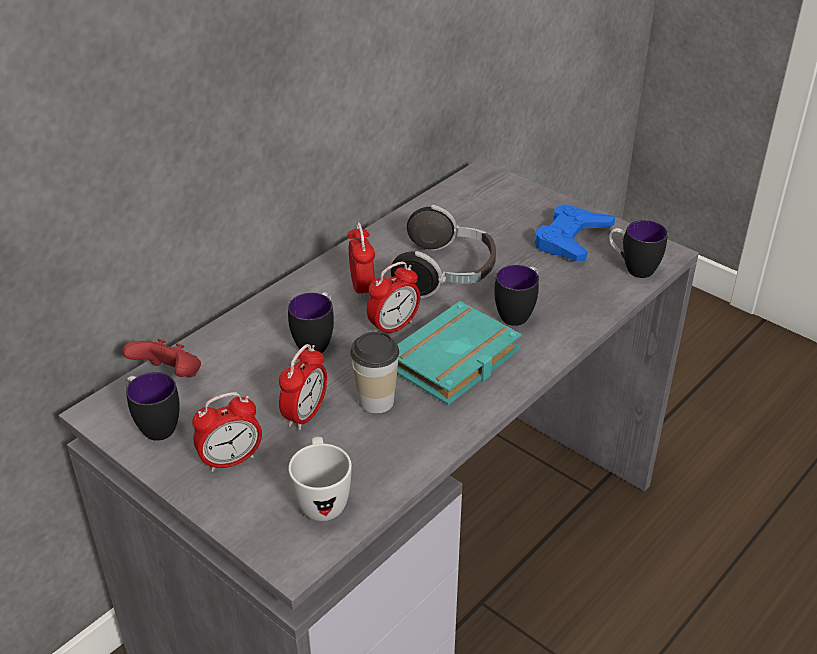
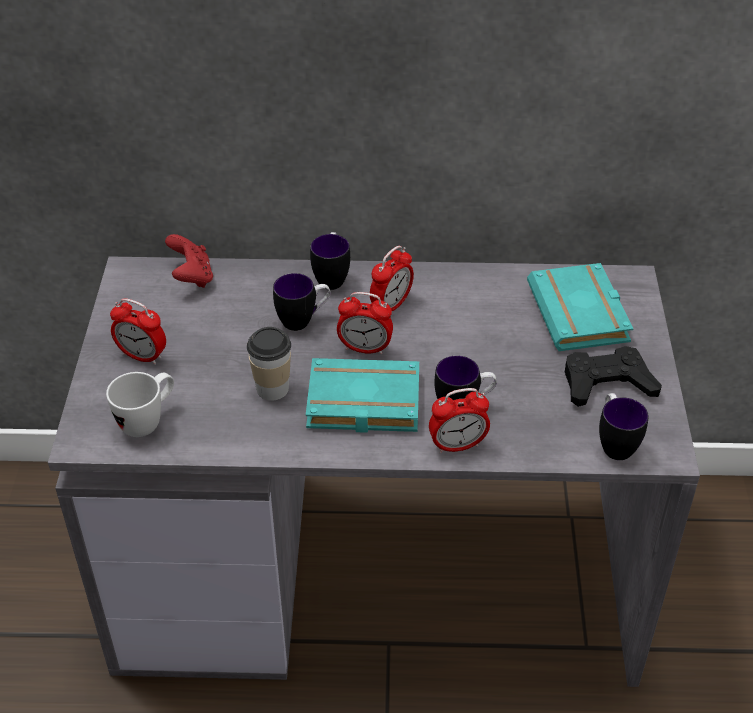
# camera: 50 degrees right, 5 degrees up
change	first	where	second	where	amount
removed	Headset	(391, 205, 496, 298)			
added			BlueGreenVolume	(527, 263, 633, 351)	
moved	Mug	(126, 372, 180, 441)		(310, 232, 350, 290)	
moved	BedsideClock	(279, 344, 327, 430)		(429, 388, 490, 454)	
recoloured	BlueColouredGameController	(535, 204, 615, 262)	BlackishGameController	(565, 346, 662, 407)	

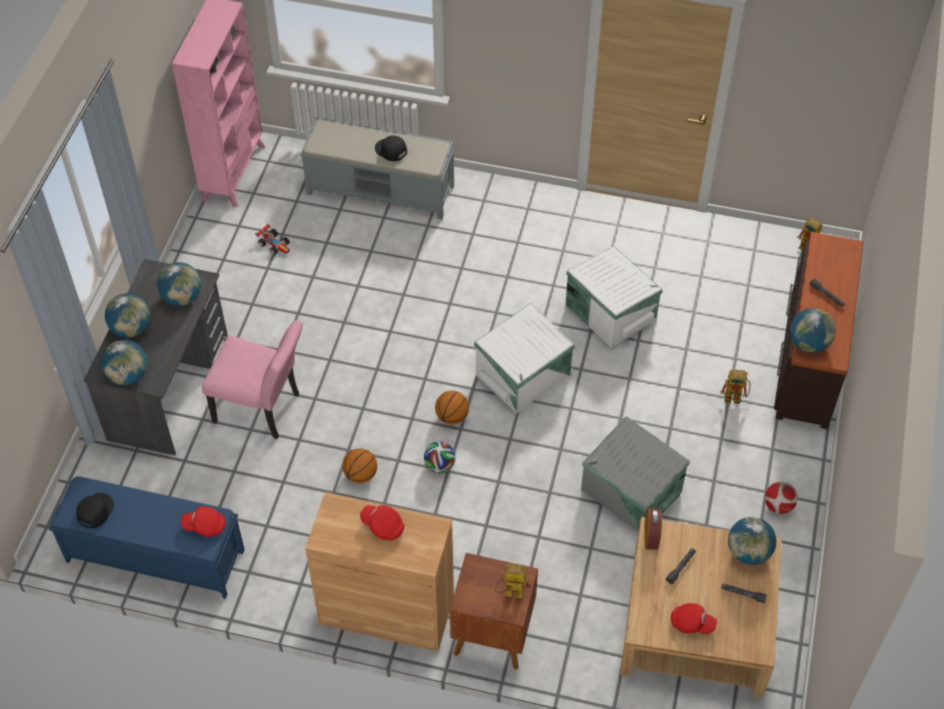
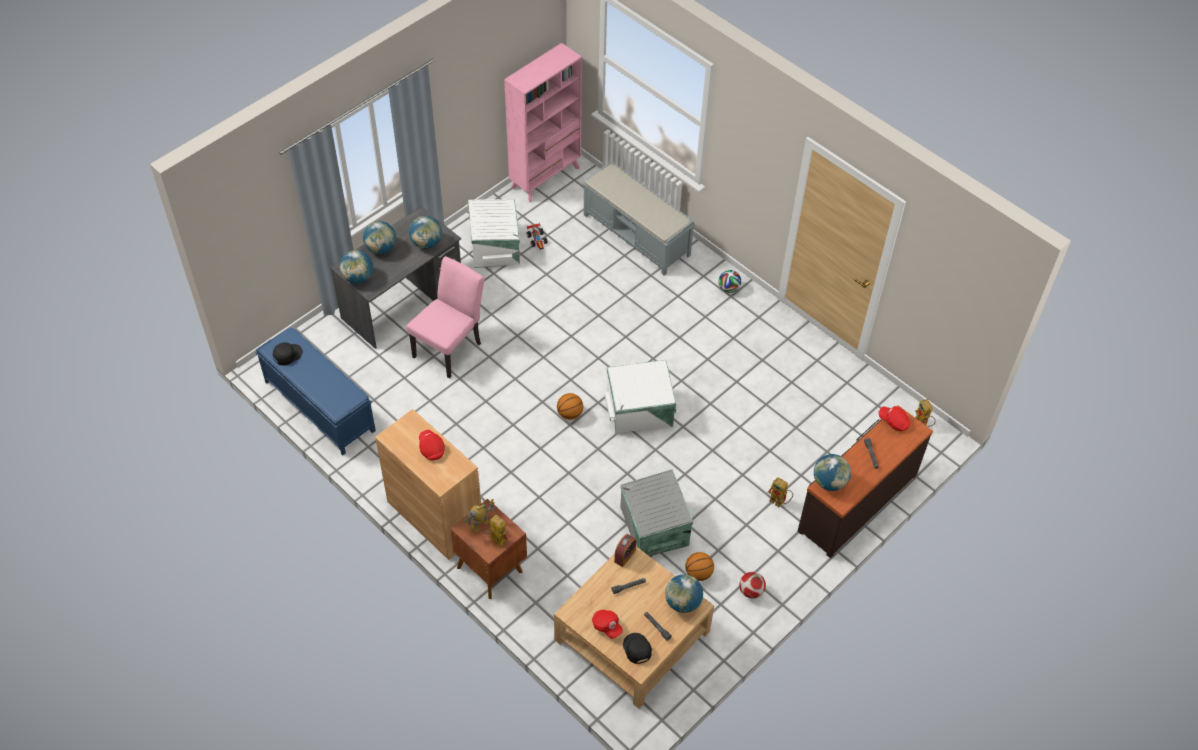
# camera: 30 degrees right, 0 degrees up
change	first	where	second	where	amount
added			ToyRobot	(464, 499, 495, 533)	
moved	RedPeakedCap	(181, 506, 226, 537)		(878, 406, 910, 431)	
moved	Basketball	(342, 448, 377, 483)		(685, 552, 714, 581)	
moved	BlackishPeakedCap	(375, 135, 407, 161)		(623, 633, 652, 664)	
moved	BallForFootball	(424, 442, 456, 473)		(718, 270, 741, 293)	
moved	WhitishStorageBin	(565, 245, 663, 349)		(468, 199, 520, 268)	
turned	PinkColouredUprightChair	(202, 320, 303, 439)		(407, 256, 484, 379)	105 degrees counterclockwise

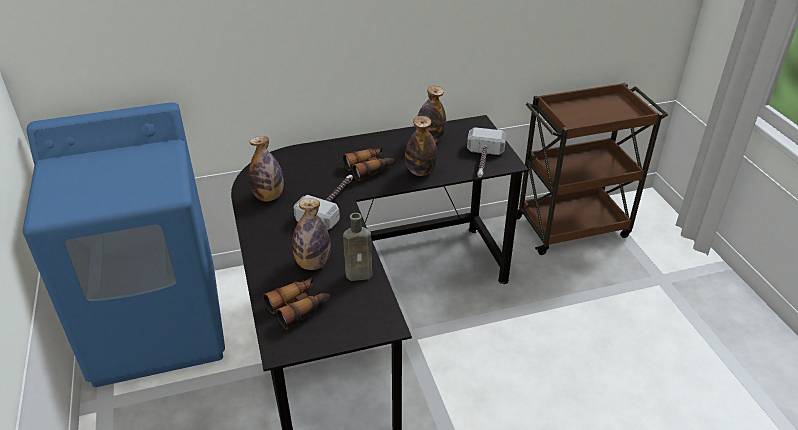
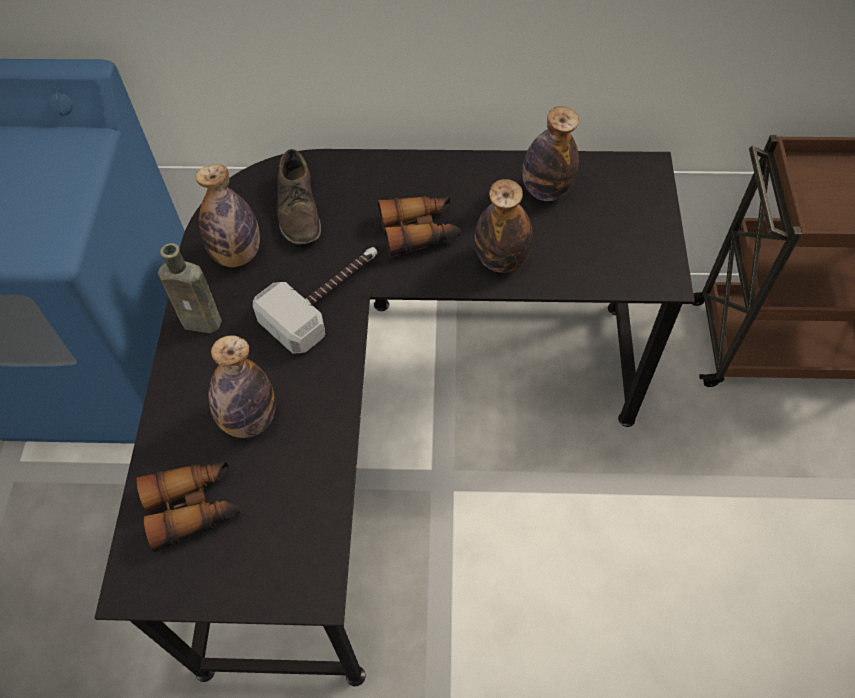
# camera: 20 degrees right, 20 degrees up
change	first	where	second	where	amount
removed	Hammer	(467, 127, 506, 177)			
added			BrownLowShoe	(277, 149, 321, 245)	
moved	BrownBeverageBottle	(343, 213, 373, 281)		(158, 243, 222, 333)	

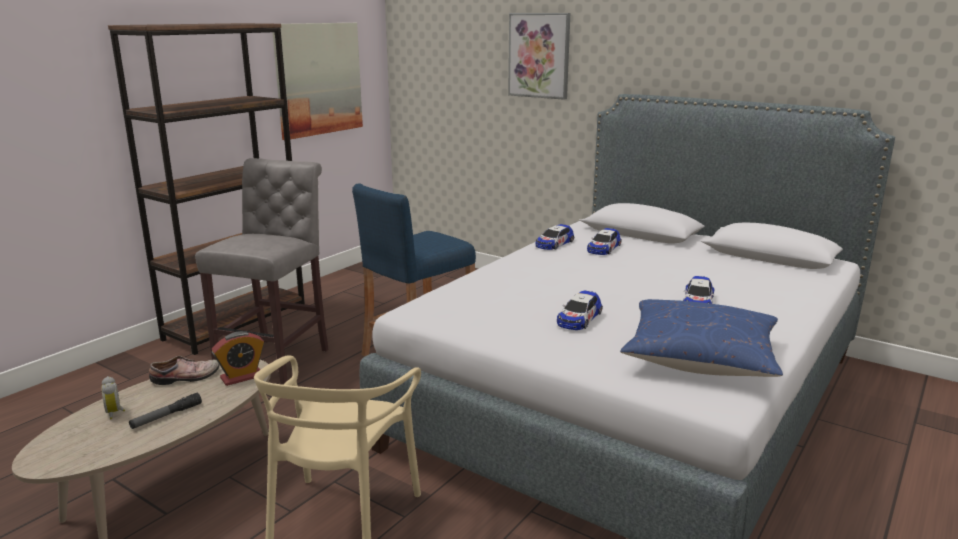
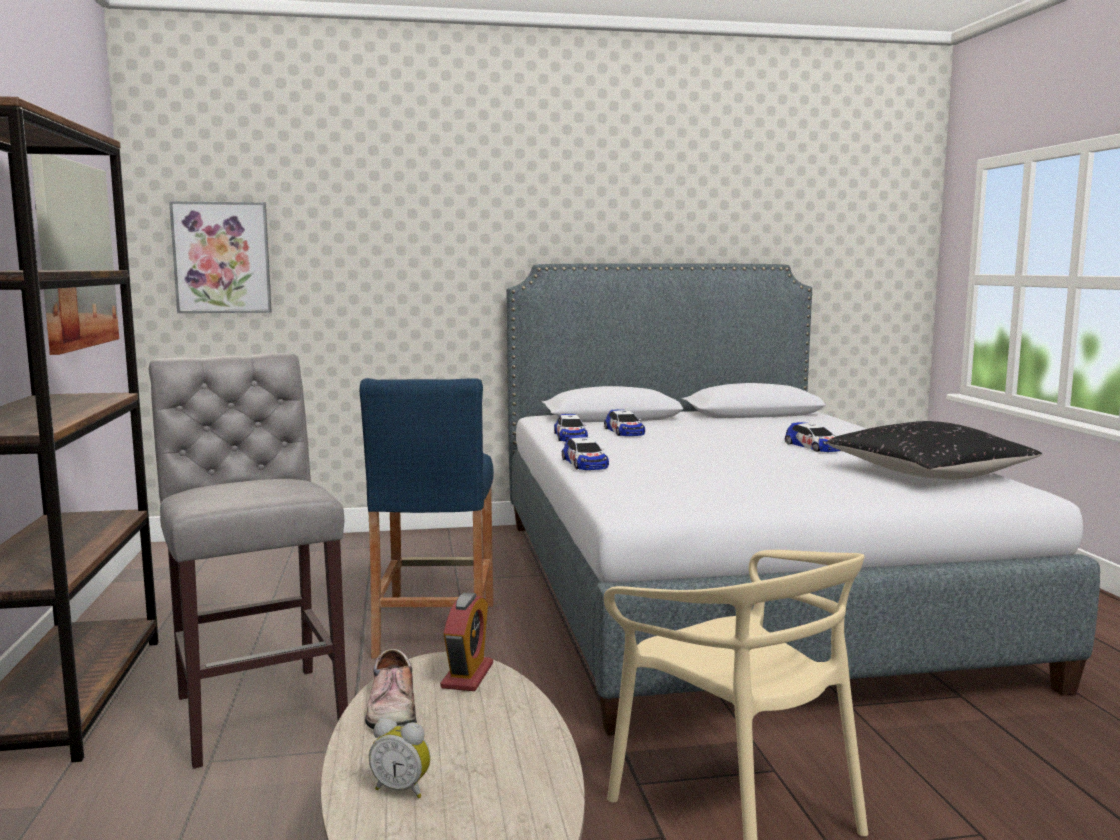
# camera: 45 degrees left, 10 degrees down
change	first	where	second	where	amount
removed	Flashlight	(129, 393, 202, 429)			
moved	WallPicture	(508, 13, 570, 100)		(169, 201, 272, 313)	
moved	MiniatureCar	(557, 291, 603, 330)		(562, 436, 609, 470)	
recoloured	BlueColouredCushion	(620, 299, 783, 377)	BlackishCushion	(826, 421, 1042, 480)	
turned	LowShoe	(149, 356, 219, 385)		(365, 649, 417, 729)	150 degrees clockwise

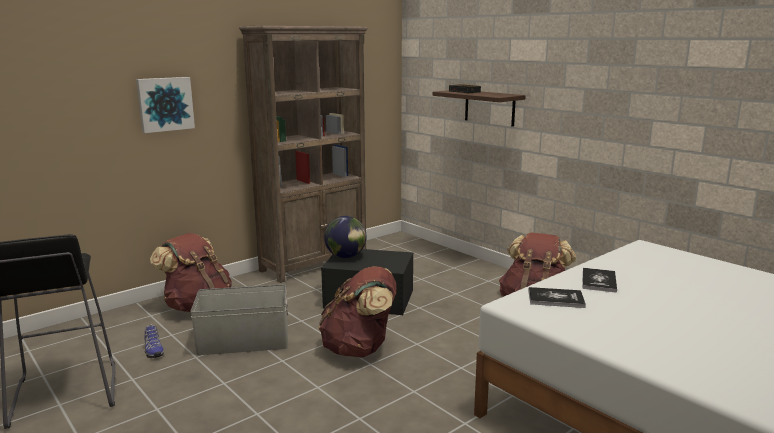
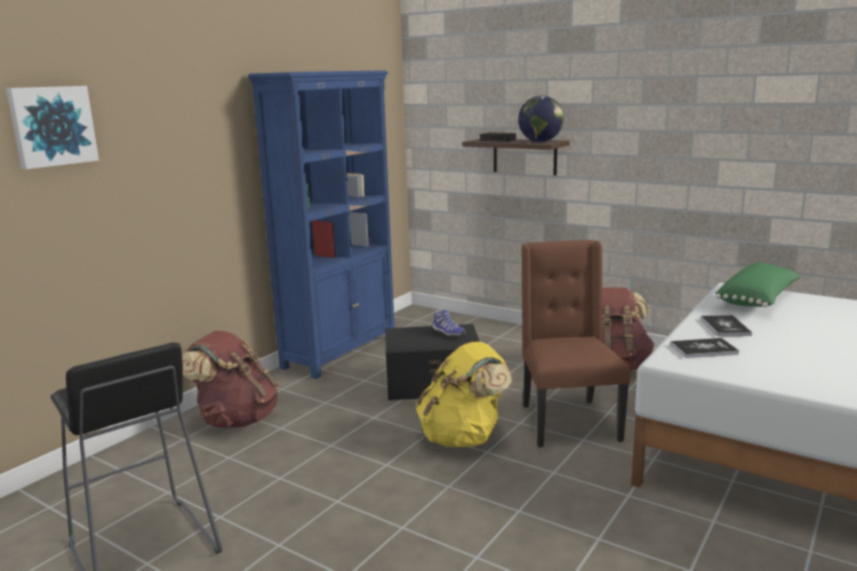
# camera: 15 degrees left, 0 degrees up
change	first	where	second	where	amount
removed	GreyishStorageBin	(190, 284, 288, 355)			
added			BrownUprightChair	(521, 240, 630, 448)	
added			GreenColouredCushion	(715, 262, 801, 308)	
moved	WallPicture	(136, 77, 195, 133)		(6, 86, 99, 169)	
moved	LowShoe	(144, 324, 164, 358)		(432, 309, 466, 338)	
moved	WorldGlobe	(324, 216, 367, 258)		(518, 96, 564, 142)	
recoloured	BrownBookshelf	(239, 26, 368, 283)	BlueColouredBookshelf	(248, 70, 395, 379)	
recoloured	BrownKnapsack	(318, 266, 396, 358)	YellowishKnapsack	(416, 342, 512, 447)	

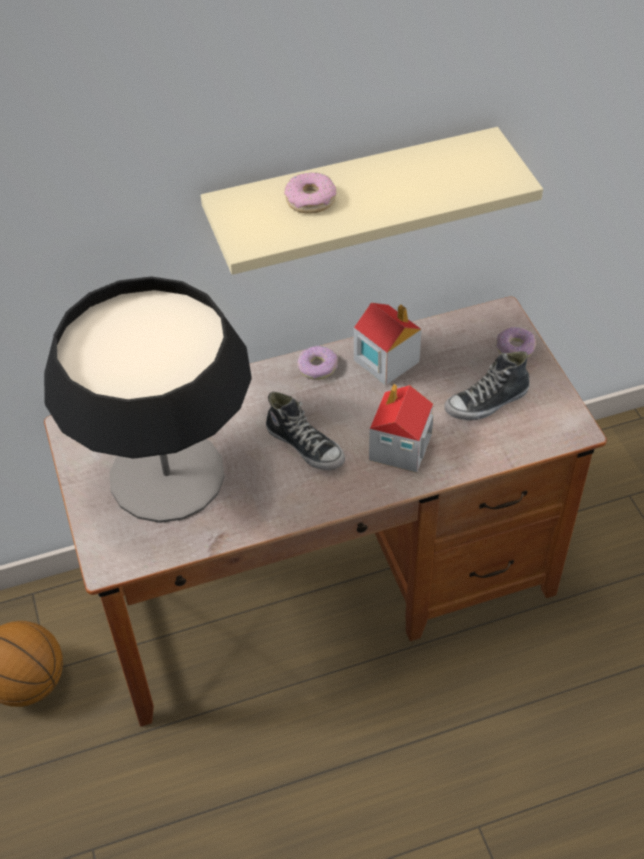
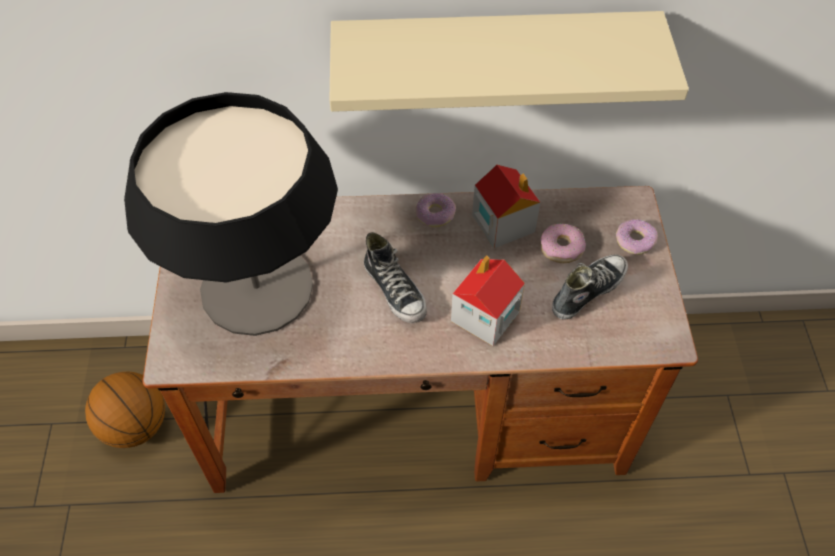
# camera: 15 degrees right, 5 degrees up
change	first	where	second	where	amount
moved	Doughnut	(284, 172, 336, 214)		(540, 223, 586, 263)	
turned	LowShoe	(444, 351, 530, 420)		(552, 254, 628, 320)	150 degrees clockwise

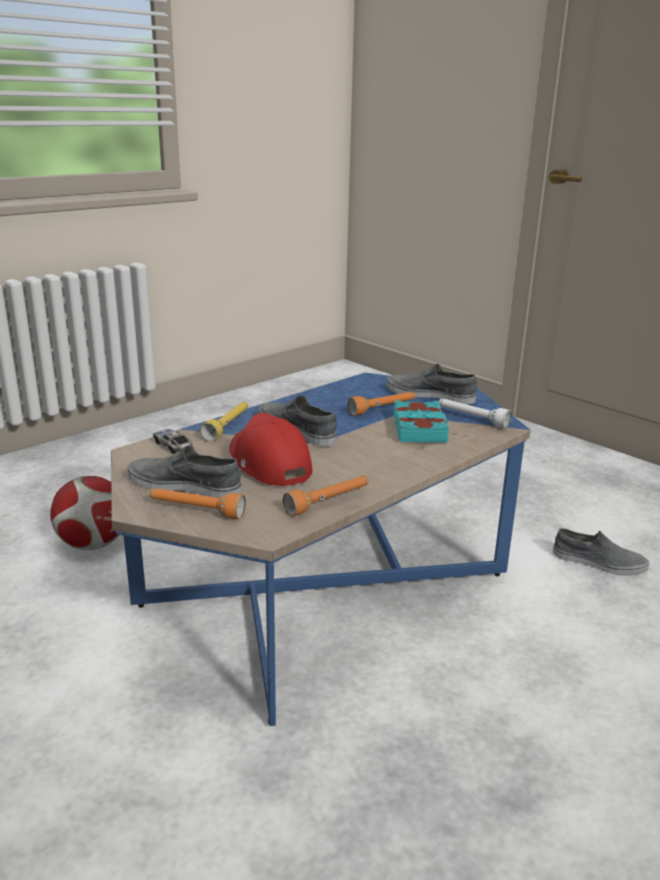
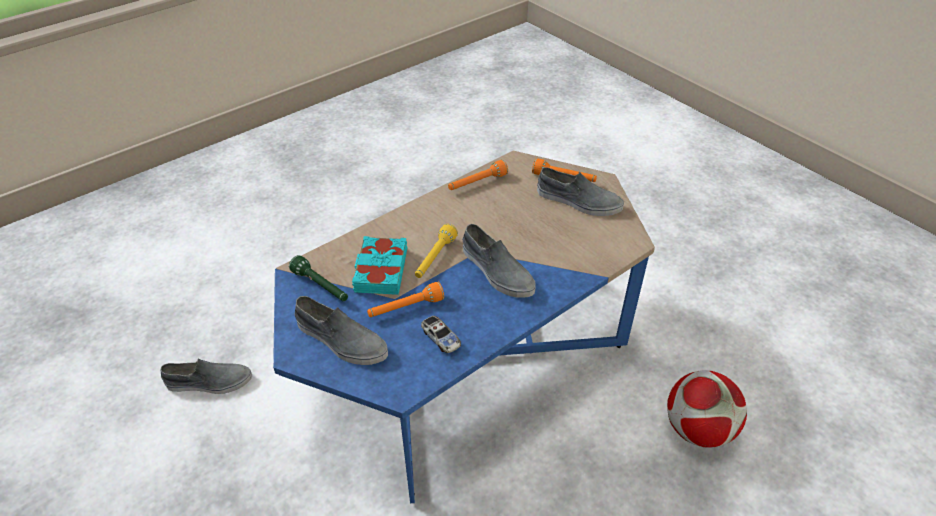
# camera: 175 degrees left, 20 degrees up
change	first	where	second	where	amount
removed	RedPeakedCap	(229, 413, 313, 486)			
moved	MiniatureCar	(153, 429, 192, 454)		(421, 316, 461, 353)	
moved	YellowishFlashlight	(200, 402, 248, 441)		(415, 224, 458, 278)	
recoloured	WhitishFlashlight	(439, 398, 512, 428)	GreenColouredFlashlight	(289, 255, 348, 301)	
turned	GreyishLowShoe	(553, 528, 649, 576)		(161, 359, 252, 394)	150 degrees clockwise

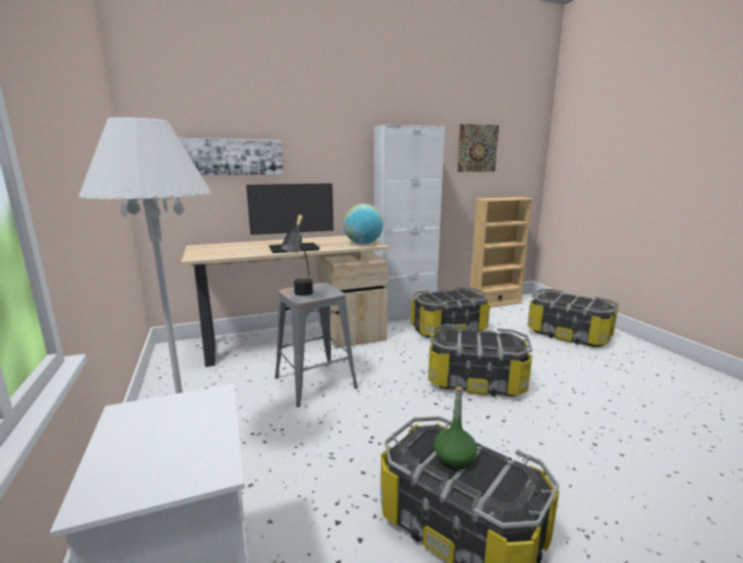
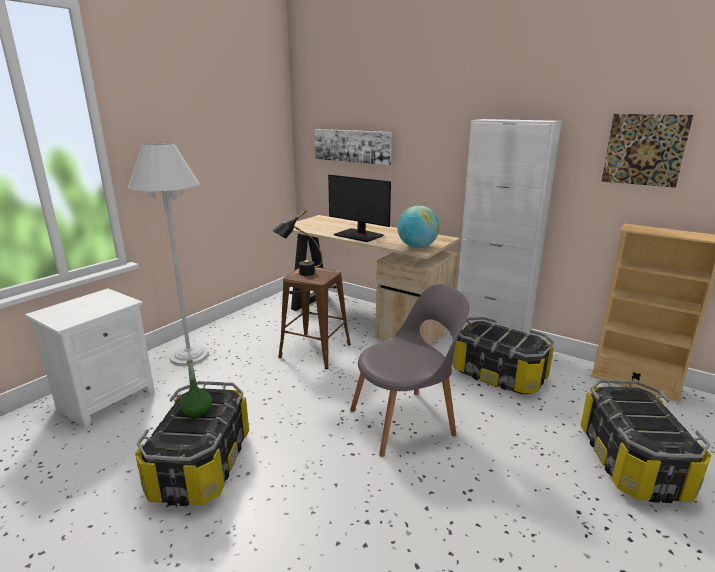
# camera: 55 degrees right, 5 degrees up
change	first	where	second	where	amount
replaced	StorageBin	(428, 324, 532, 397)	GreyishUprightChair	(350, 284, 469, 457)	
recoloured	GreyishSittingStool	(275, 283, 358, 407)	BrownSittingStool	(278, 267, 351, 369)	

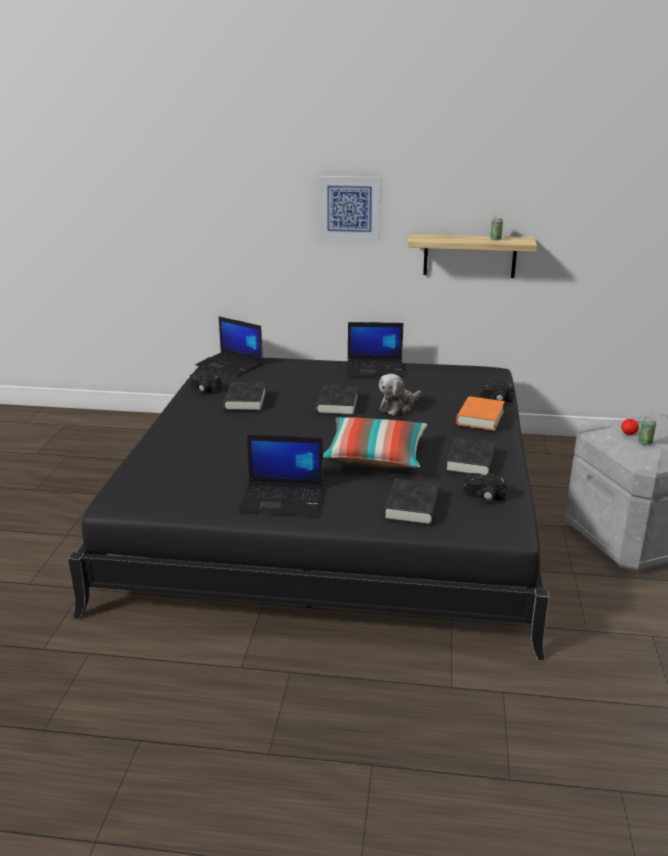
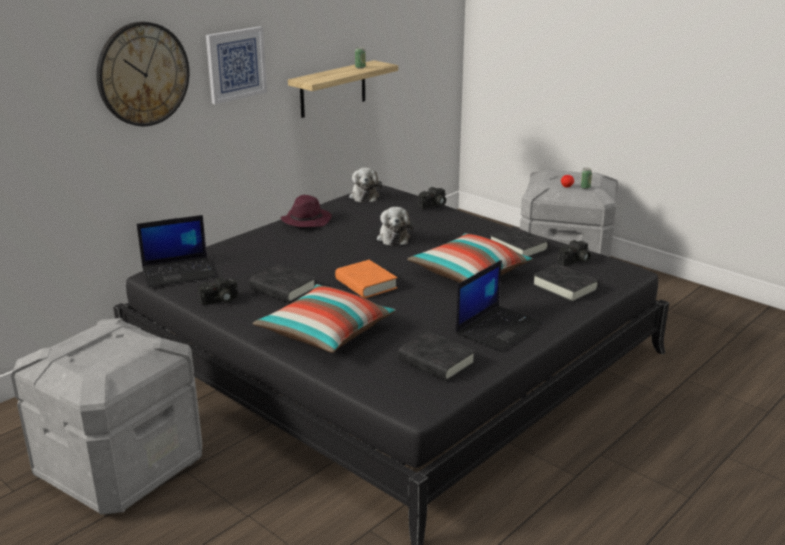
# camera: 55 degrees left, 0 degrees up
change	first	where	second	where	amount
added			GreyishStorageBin	(11, 318, 202, 515)	
added			WallClock	(96, 22, 189, 126)	
added			Cushion	(253, 284, 396, 353)	
added			SoftToy	(349, 167, 382, 202)	
moved	BlackishVolume	(316, 385, 358, 416)		(398, 331, 476, 381)	
moved	OrangeyVolume	(456, 396, 505, 431)		(335, 260, 397, 298)	
replaced	NotebookComputer	(346, 322, 403, 376)	PurpleClothingHat	(281, 195, 332, 227)	

